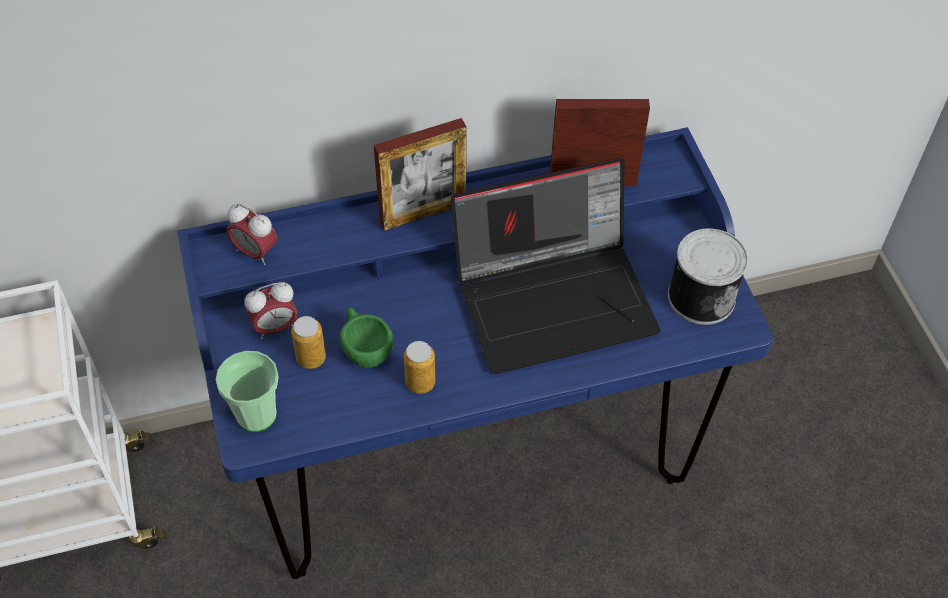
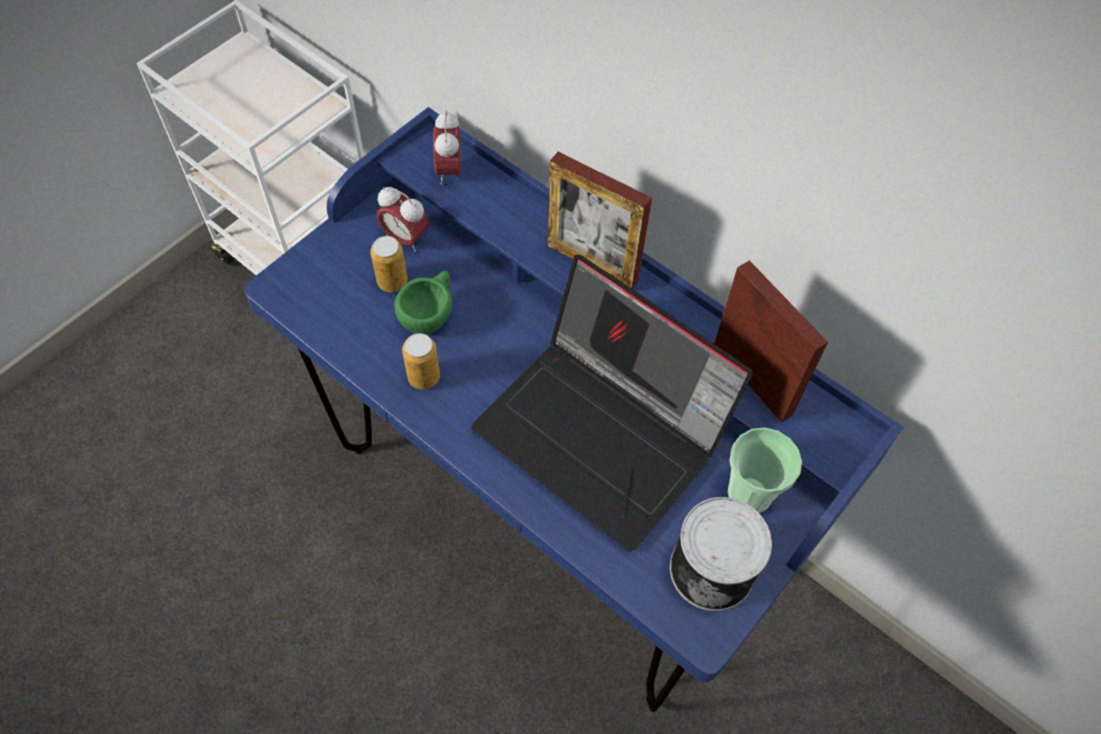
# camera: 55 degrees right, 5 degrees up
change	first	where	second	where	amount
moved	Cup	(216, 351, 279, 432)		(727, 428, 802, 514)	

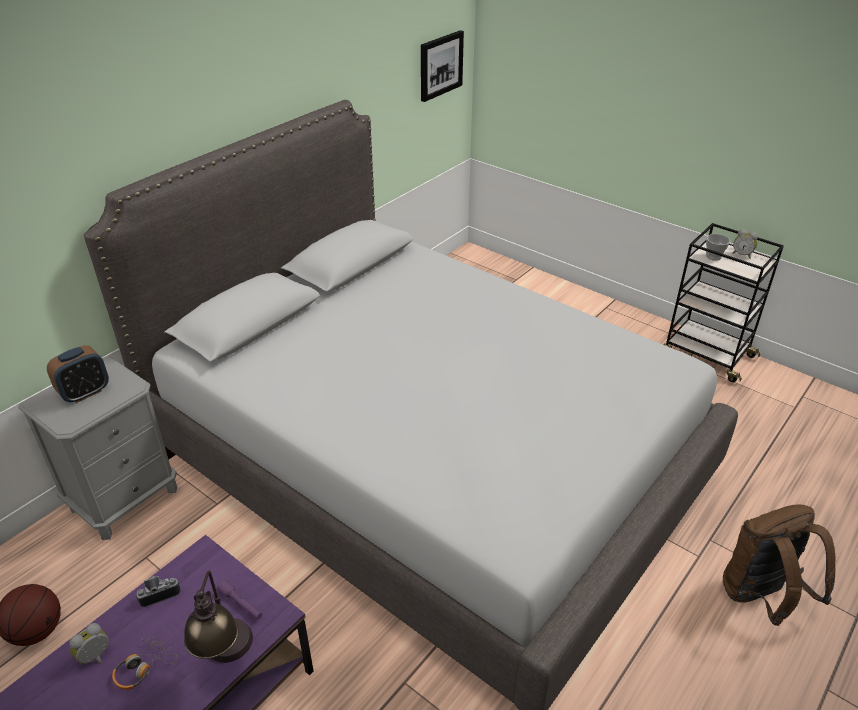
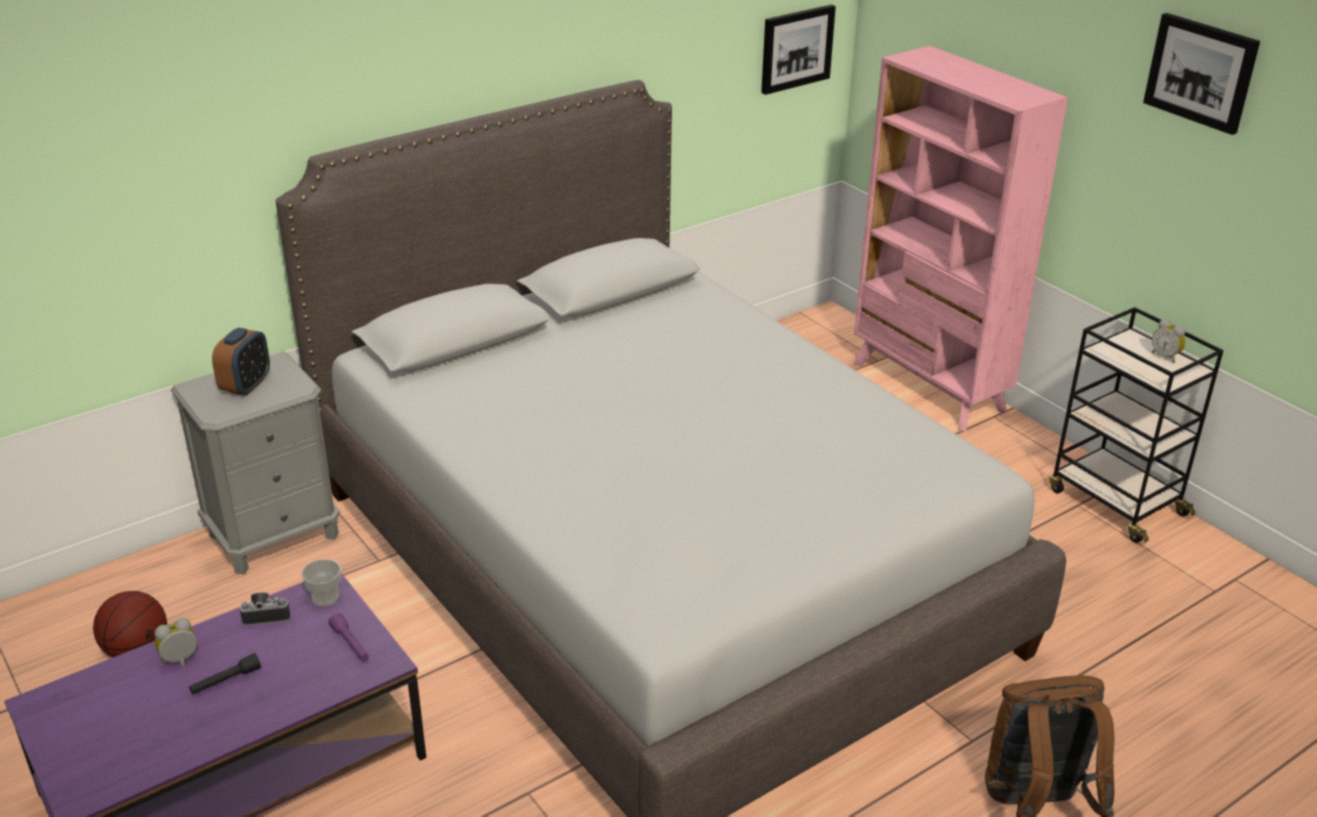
# camera: 15 degrees right, 5 degrees down
change	first	where	second	where	amount
removed	LampForATable	(184, 571, 253, 663)			
added			PinkColouredBookshelf	(854, 46, 1068, 431)	
added			WallPicture	(1143, 13, 1260, 135)	
moved	Cup	(706, 234, 730, 261)		(301, 559, 341, 606)	
replaced	Headset	(112, 637, 177, 690)	BlackishFlashlight	(189, 653, 261, 694)	
turned	BedsideClock	(47, 345, 109, 403)		(212, 328, 270, 396)	45 degrees counterclockwise

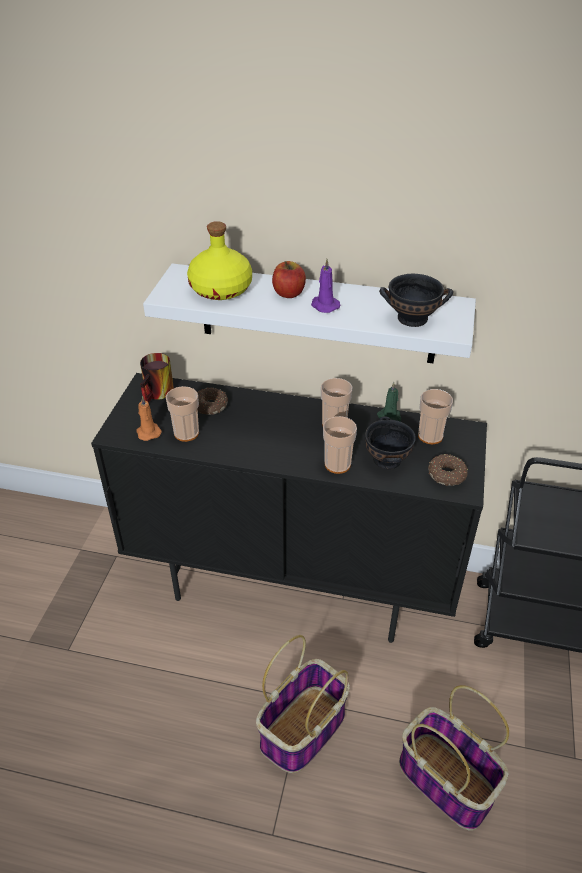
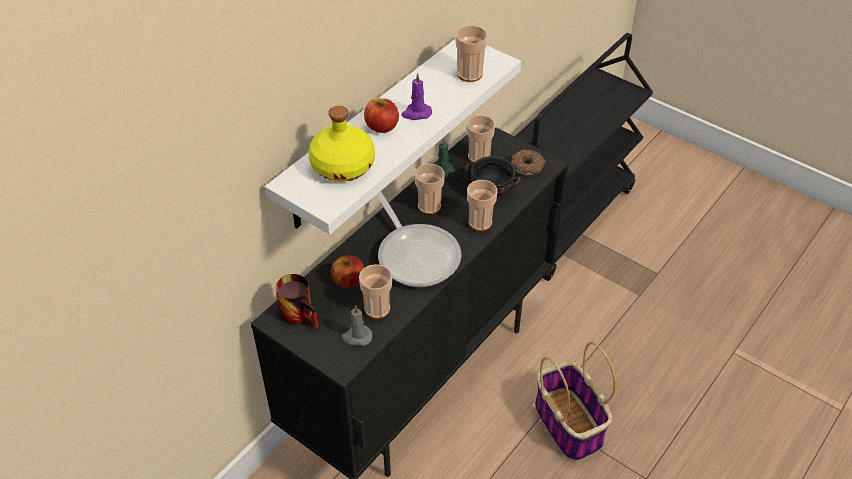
# camera: 65 degrees left, 5 degrees up
change	first	where	second	where	amount
removed	Basket	(399, 685, 509, 831)			
added			Skillet	(376, 191, 461, 287)	
replaced	Doughnut	(197, 388, 228, 415)	WholeApple	(331, 255, 364, 288)	
replaced	BlackishServingBowl	(379, 274, 453, 327)	Cup	(455, 25, 488, 82)	
recoloured	OrangeyCandle	(136, 396, 162, 441)	GreyishCandle	(342, 305, 372, 346)	

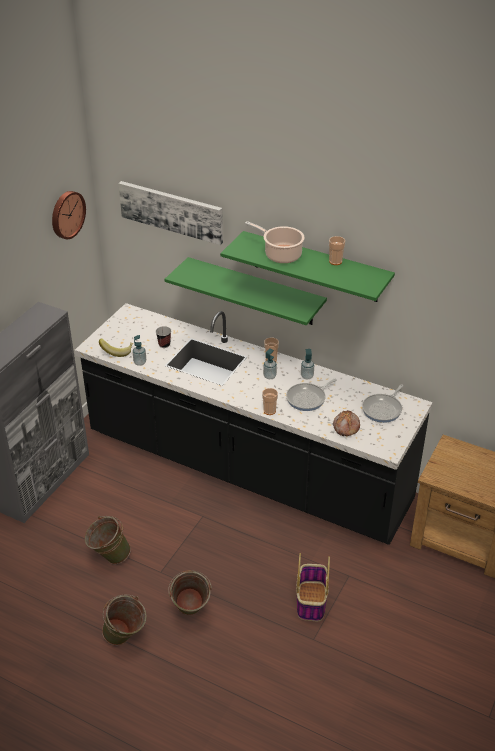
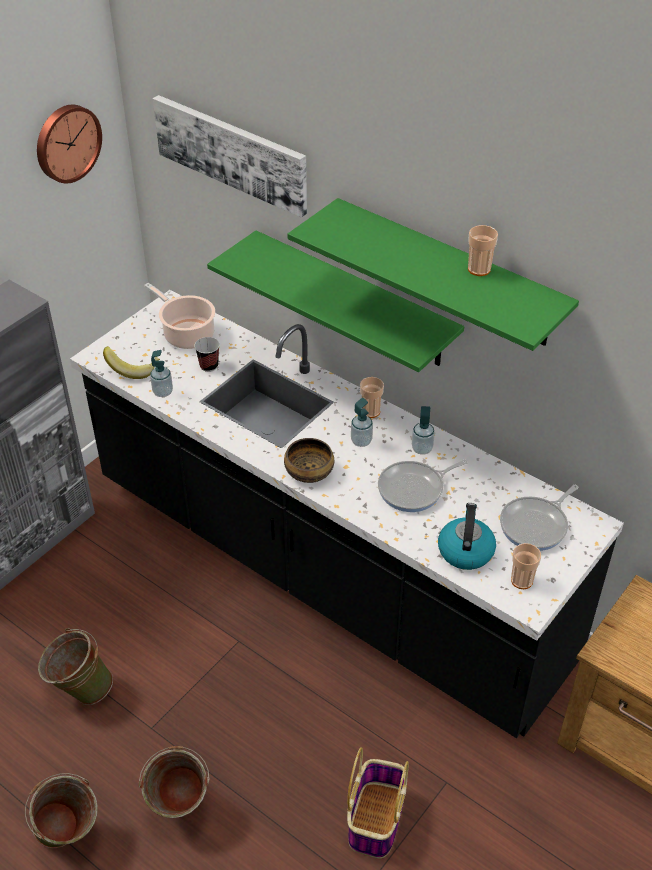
# camera: 10 degrees right, 5 degrees up
change	first	where	second	where	amount
added			ServingBowl	(284, 438, 334, 483)	
moved	CookingPot	(245, 221, 305, 263)		(144, 283, 215, 349)	
moved	Cup	(262, 388, 278, 415)		(511, 543, 541, 589)	
replaced	BakeryBread	(333, 410, 360, 436)	TeaKettle	(438, 503, 496, 570)	

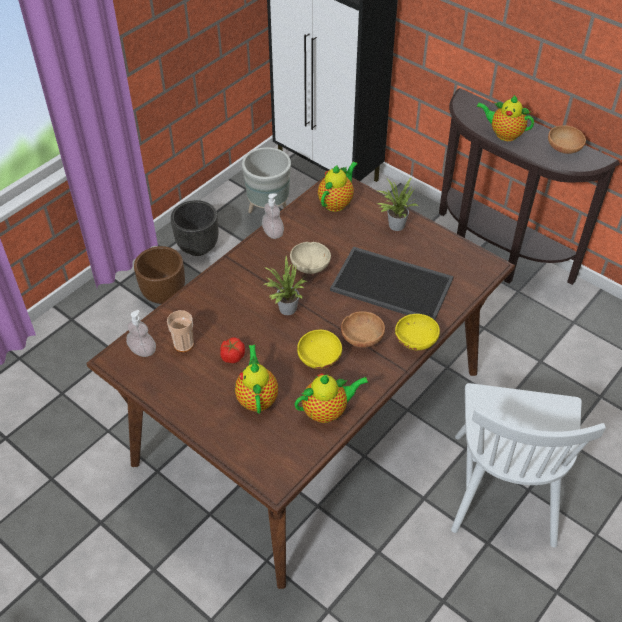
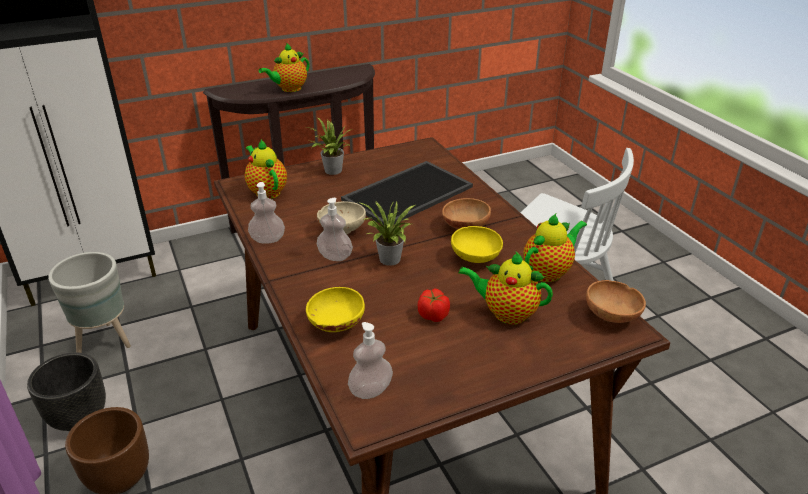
# camera: 65 degrees left, 15 degrees down
change	first	where	second	where	amount
removed	Cup	(167, 310, 194, 352)			
added			LiquidSoapBottle	(317, 198, 353, 261)	
moved	YellowishServingBowl	(395, 314, 440, 350)		(306, 287, 365, 332)	
moved	BrownServingBowl	(548, 125, 586, 154)		(586, 280, 646, 323)	
turned	PotForTea	(295, 374, 369, 423)		(524, 214, 587, 282)	45 degrees clockwise

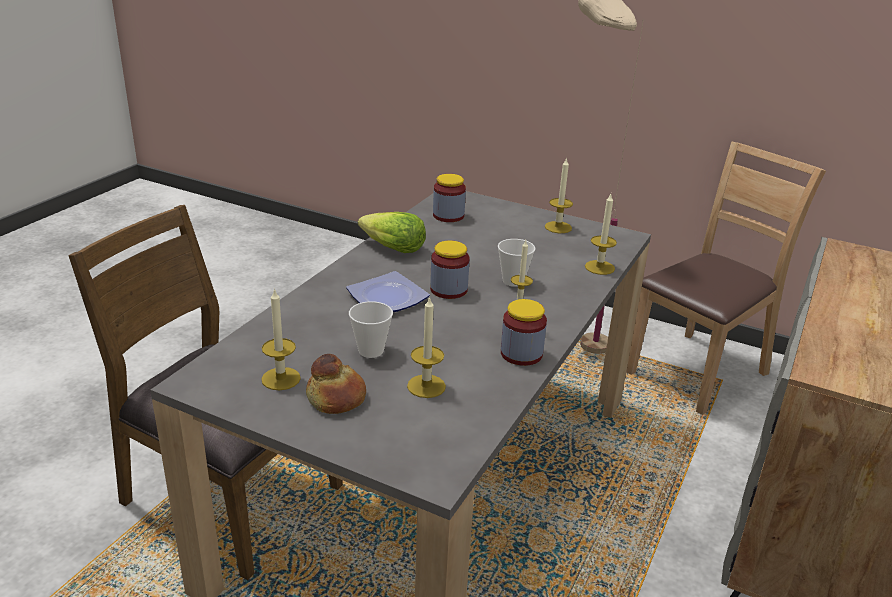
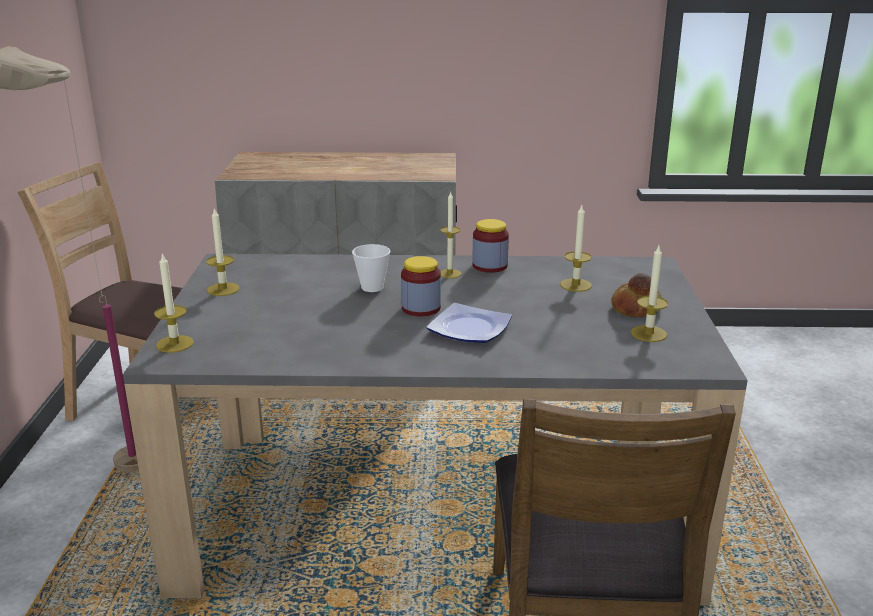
# camera: 115 degrees left, 5 degrees down
change	first	where	second	where	amount
removed	Cup	(349, 301, 393, 358)			
removed	HeadOfLettuce	(358, 212, 426, 253)			
removed	StorageJar	(433, 174, 466, 222)			
moved	Candle	(585, 194, 617, 275)		(154, 252, 194, 353)	

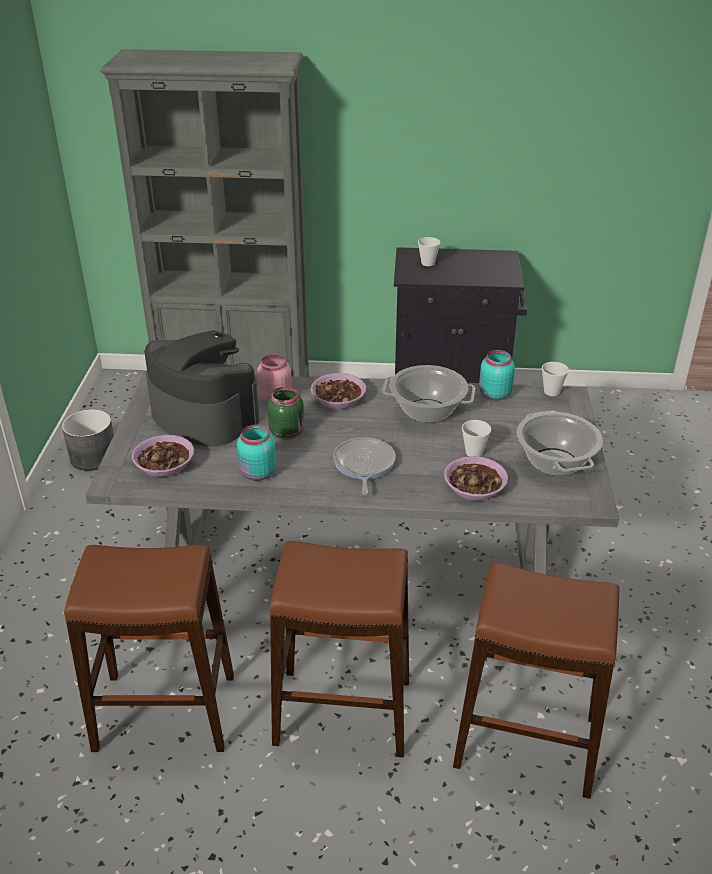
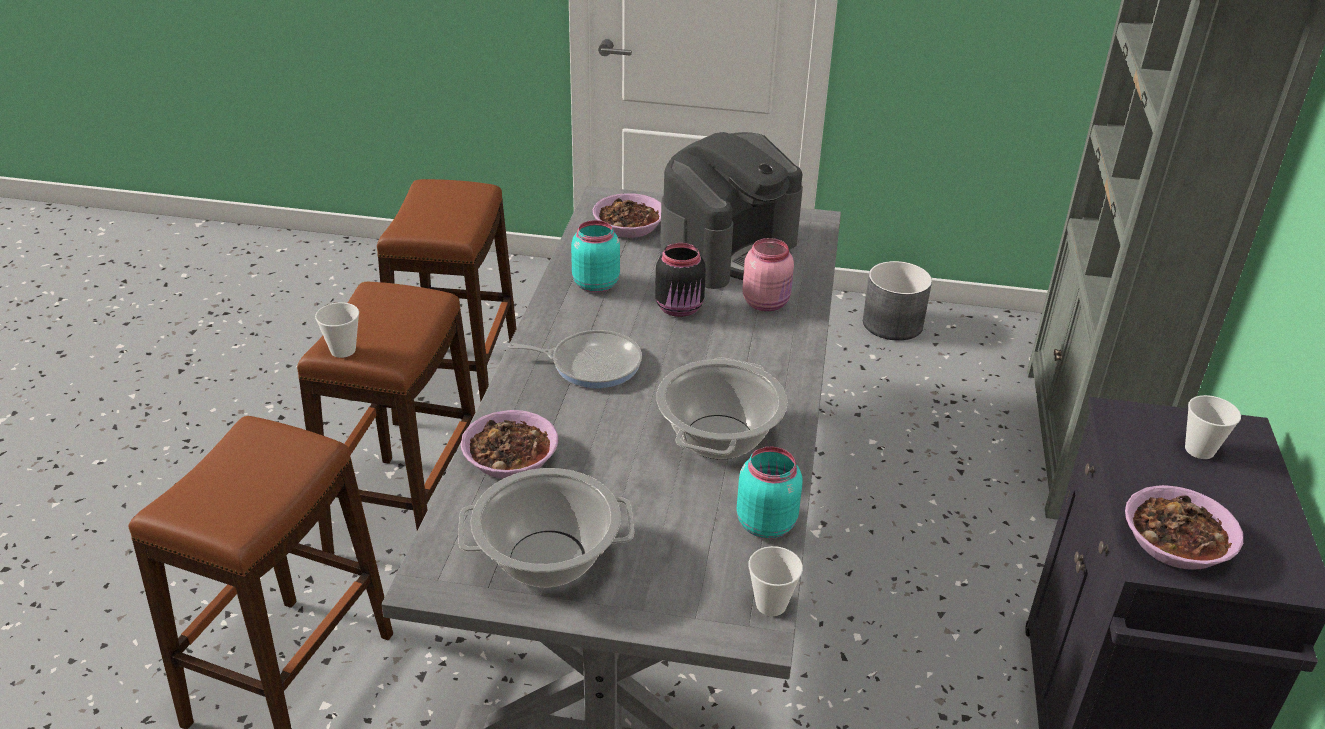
# camera: 95 degrees right, 0 degrees up
change	first	where	second	where	amount
moved	ServingBowl	(311, 373, 366, 409)		(1125, 485, 1243, 569)	
moved	Cup	(462, 420, 491, 457)		(315, 302, 359, 358)	
recoloured	GreenColouredStorageJar	(267, 387, 304, 440)	BlackishStorageJar	(655, 243, 706, 317)	

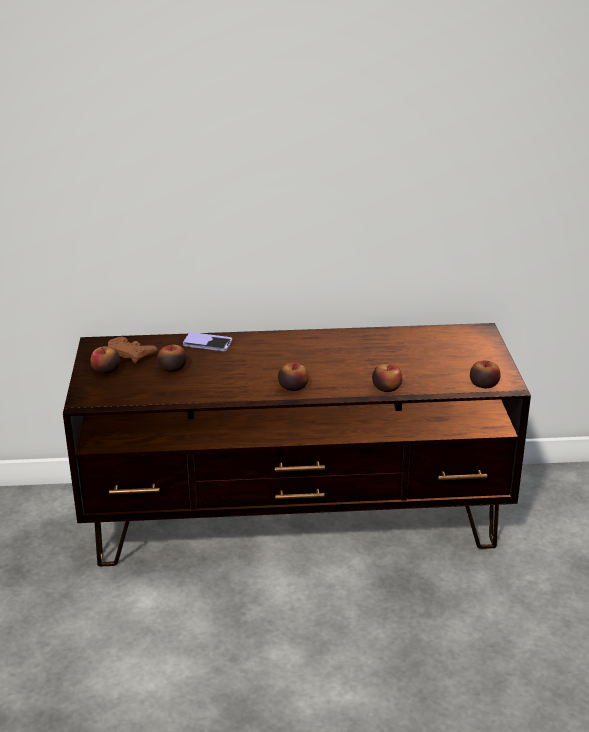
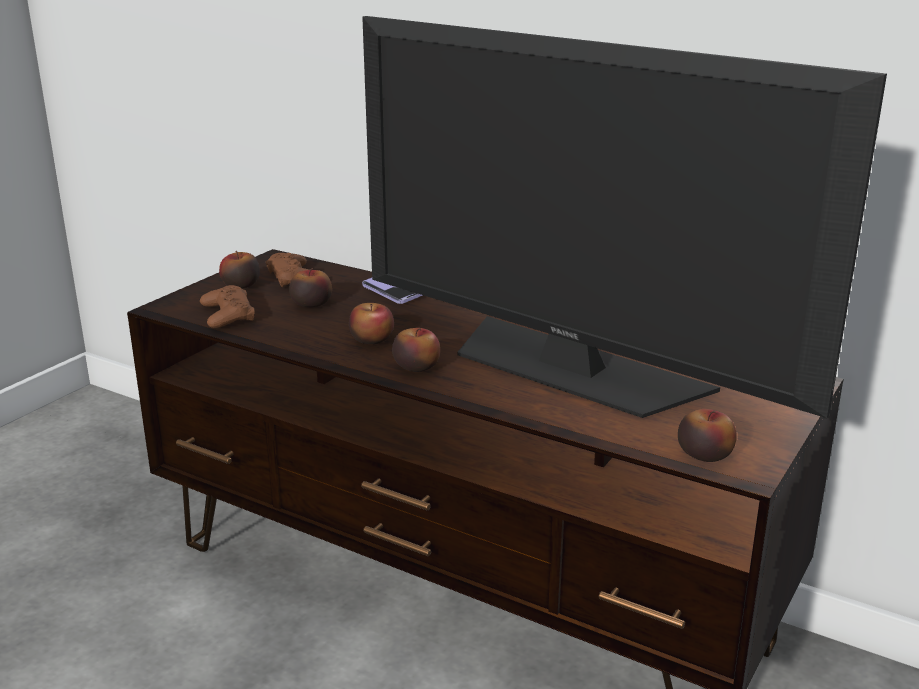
# camera: 35 degrees right, 5 degrees down
change	first	where	second	where	amount
added			BrownGameController	(200, 285, 255, 328)	
added			Tv	(362, 16, 887, 418)	
moved	WholeApple	(372, 364, 402, 392)		(349, 303, 394, 344)	

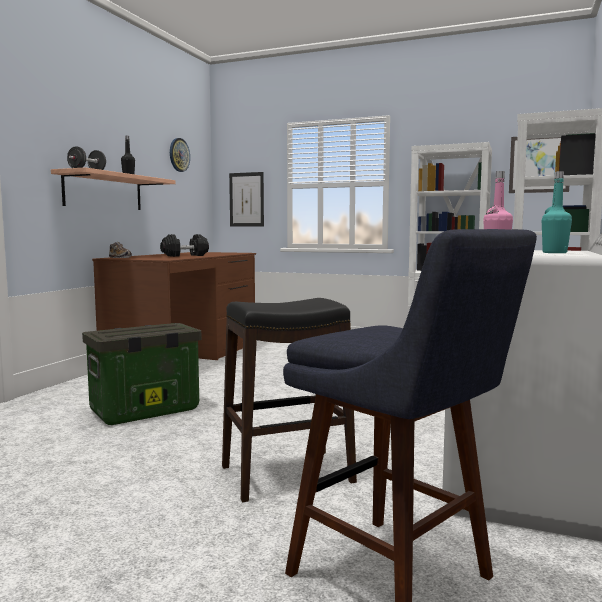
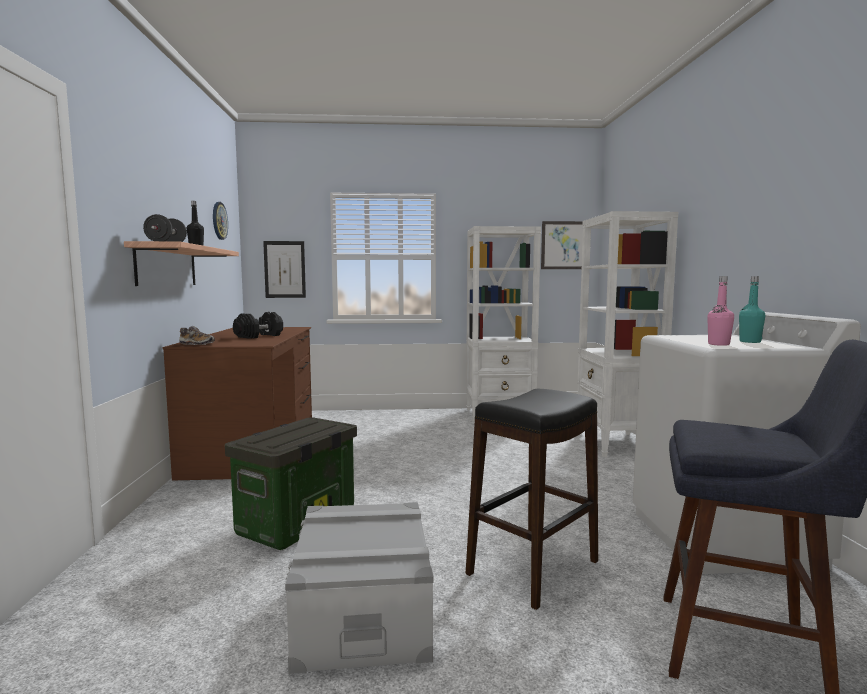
# camera: 25 degrees left, 0 degrees up
change	first	where	second	where	amount
added			GreyishStorageBin	(285, 502, 434, 674)	

